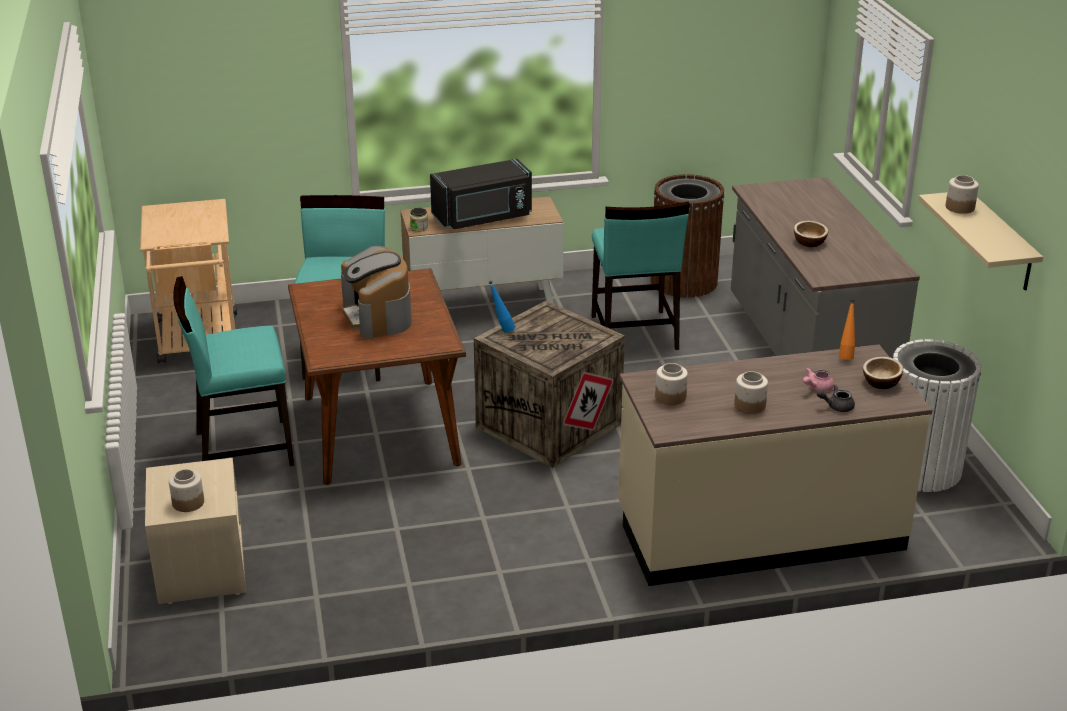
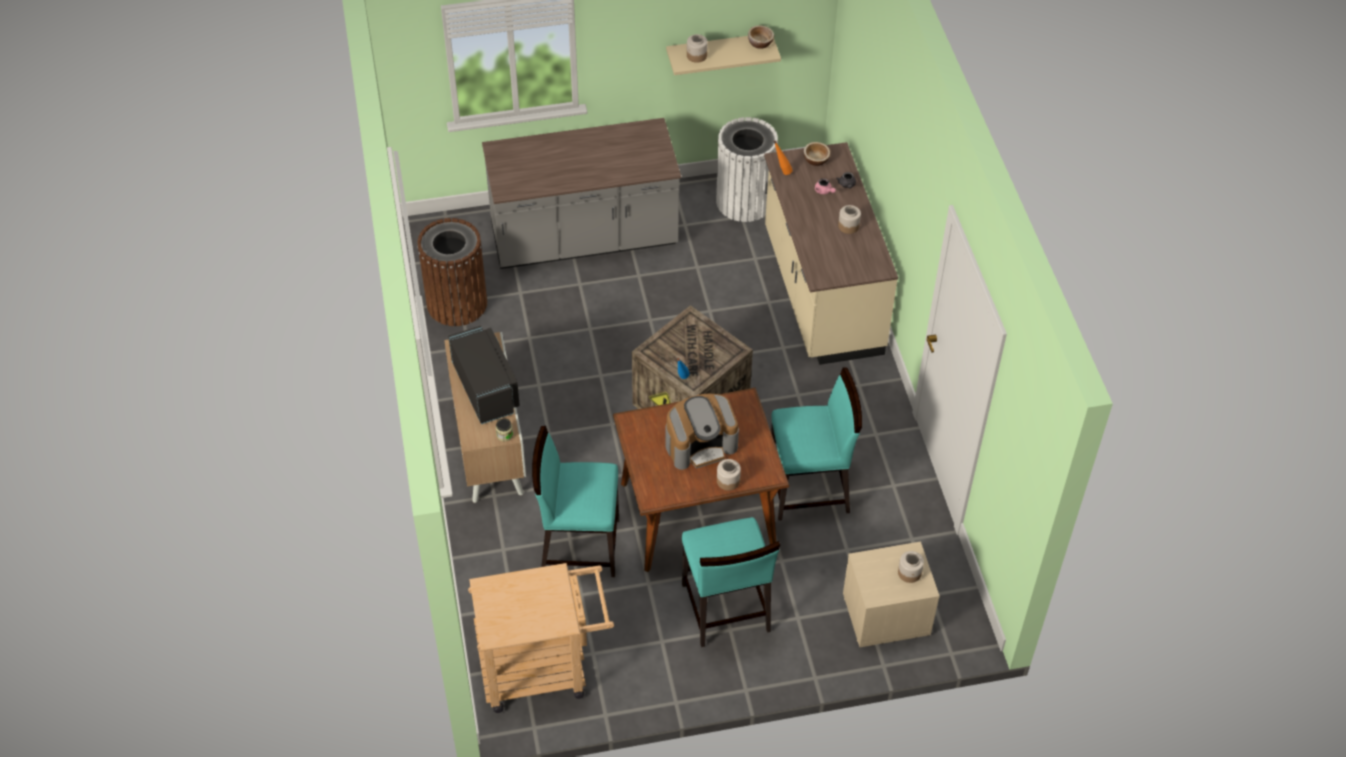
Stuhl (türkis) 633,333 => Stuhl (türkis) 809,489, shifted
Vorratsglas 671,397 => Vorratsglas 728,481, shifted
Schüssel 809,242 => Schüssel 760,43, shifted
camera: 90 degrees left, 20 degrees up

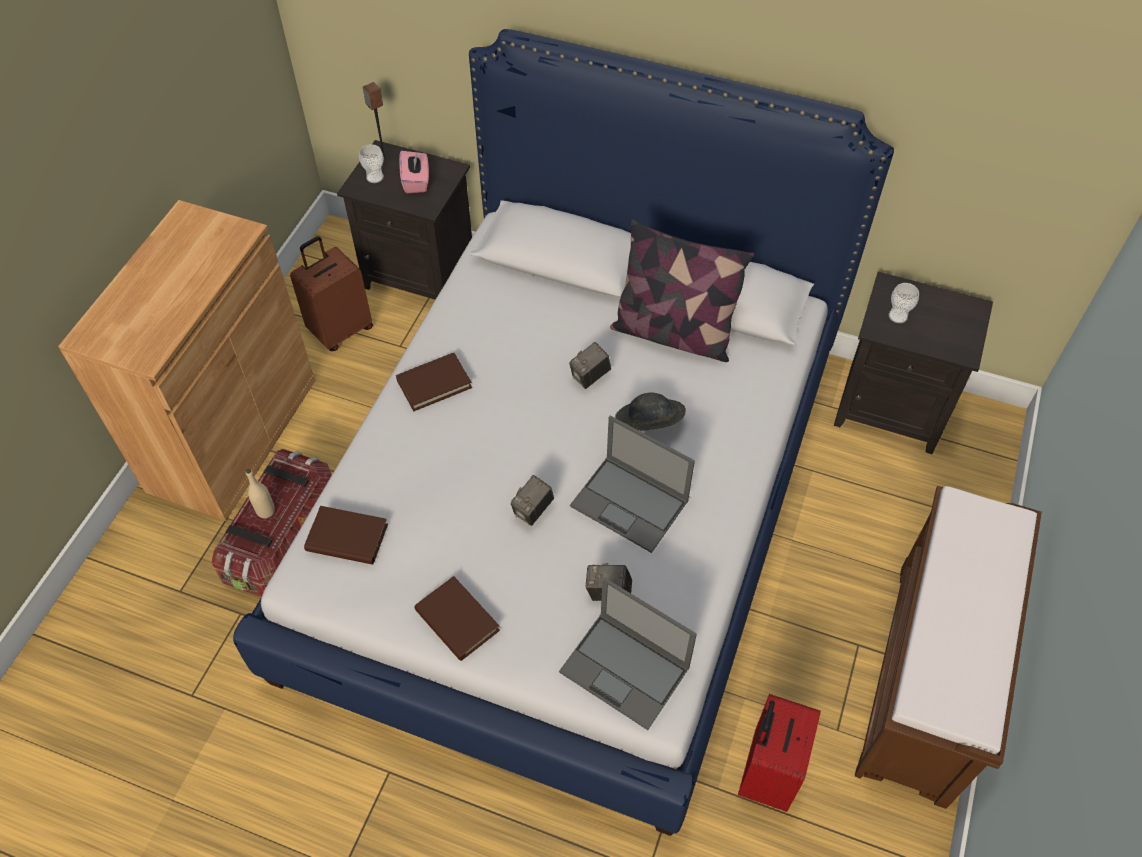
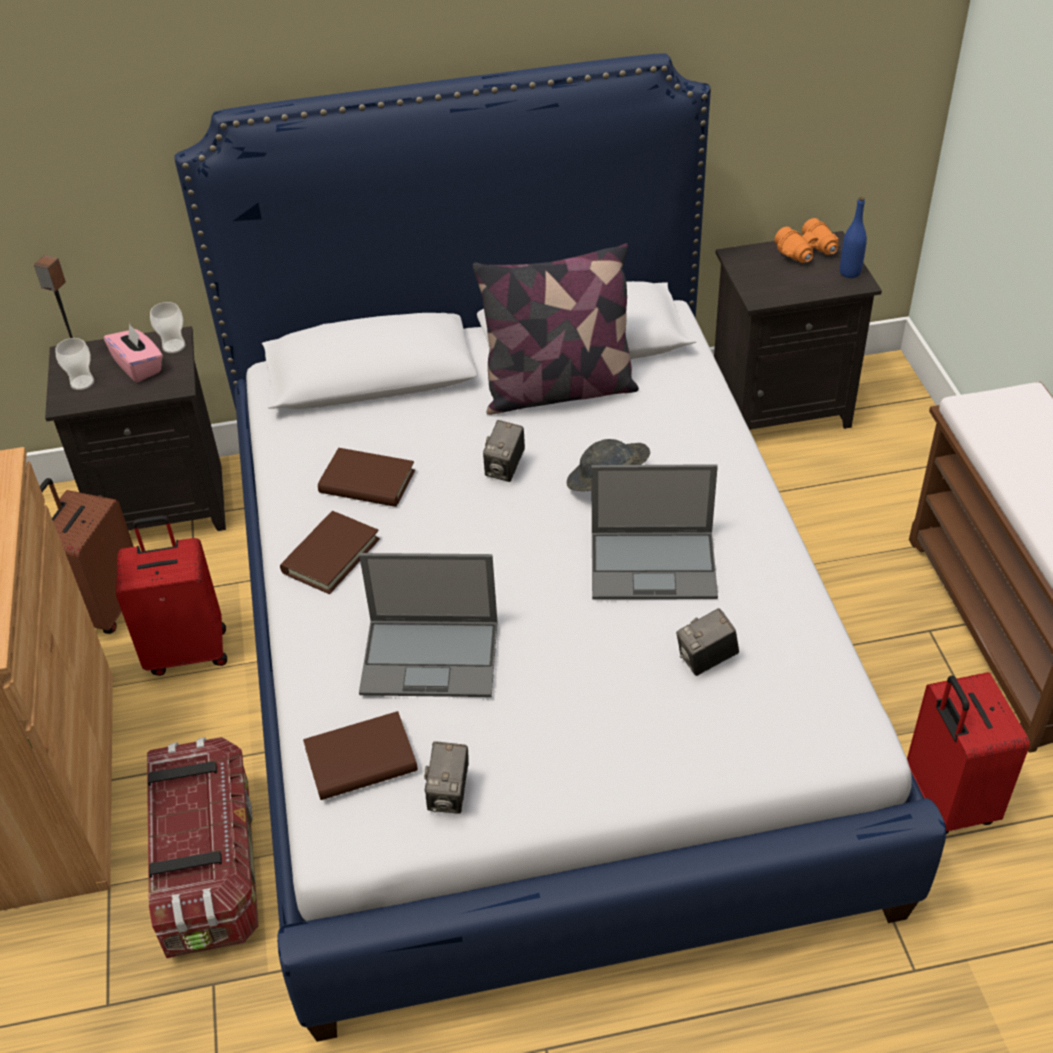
Flasche (beige) 266,511 => nothing
nothing => Koffer (rot) 187,650
nothing => Fernglas (orange) 807,252
nothing => Flasche (blau) 850,272
Buch (braun) 457,620 => Buch (braun) 367,482, shifted
Kamera 533,511 => Kamera 449,794, shifted
Laptop 626,670 => Laptop 432,657, shifted
Tasse 898,316 => Tasse 174,346, shifted
camera: 30 degrees left, 10 degrees down

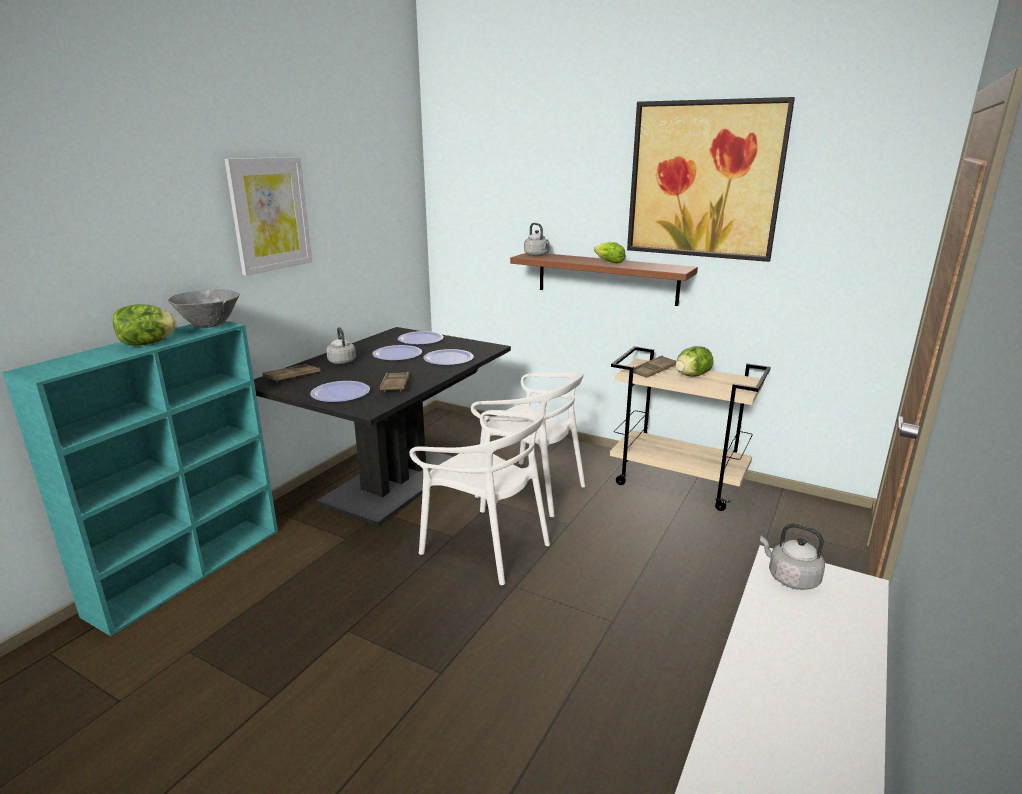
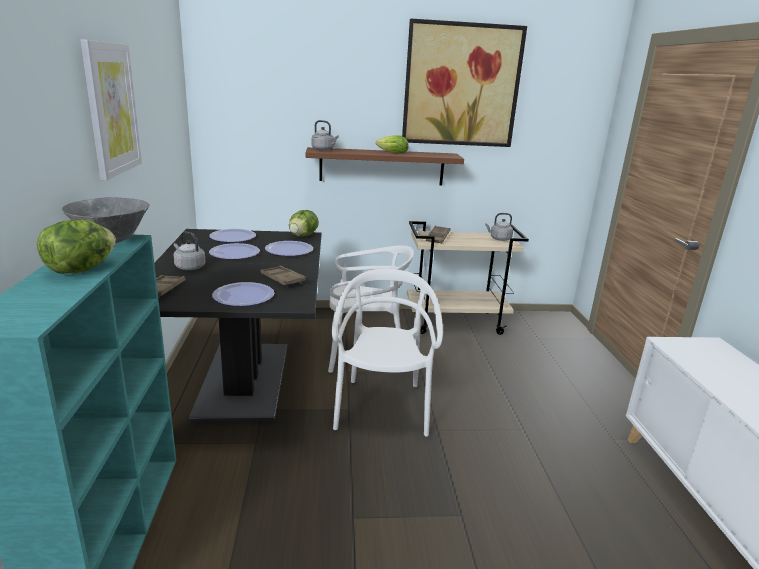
Salatkopf 692,375 => Salatkopf 302,236, shifted
Wasserkessel (grau) 790,578 => Wasserkessel (grau) 499,239, shifted
Stuhl (weiß) 486,546 => Stuhl (weiß) 382,408, 90 degrees counterclockwise
camera: 35 degrees left, 0 degrees up

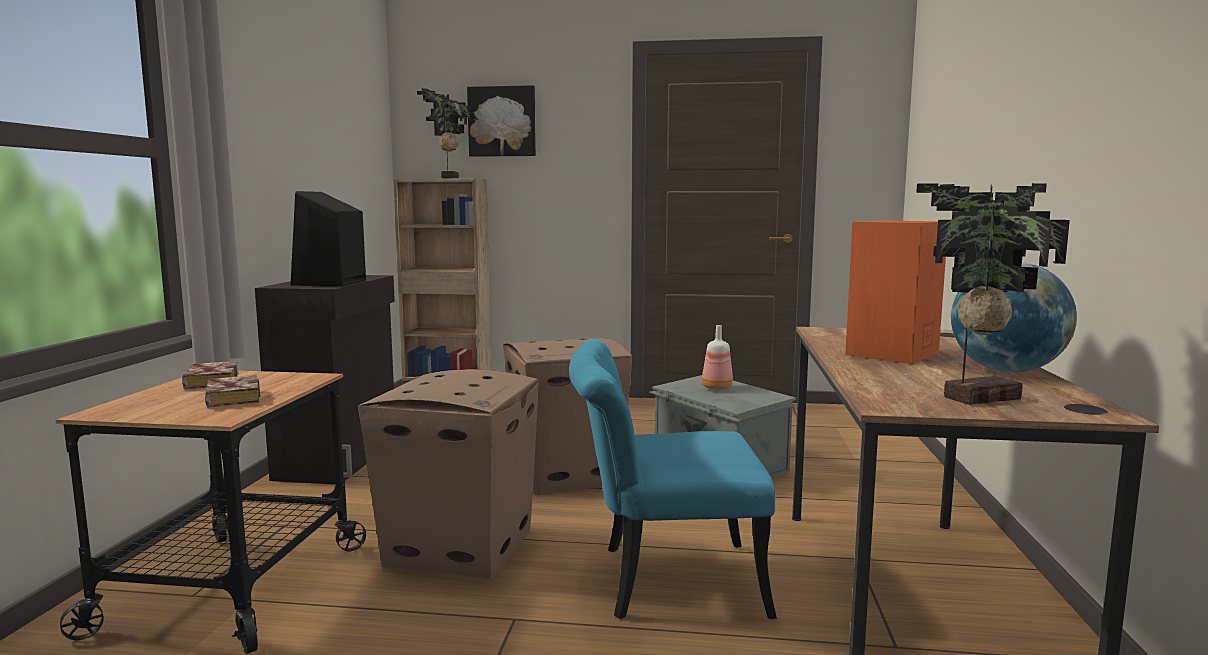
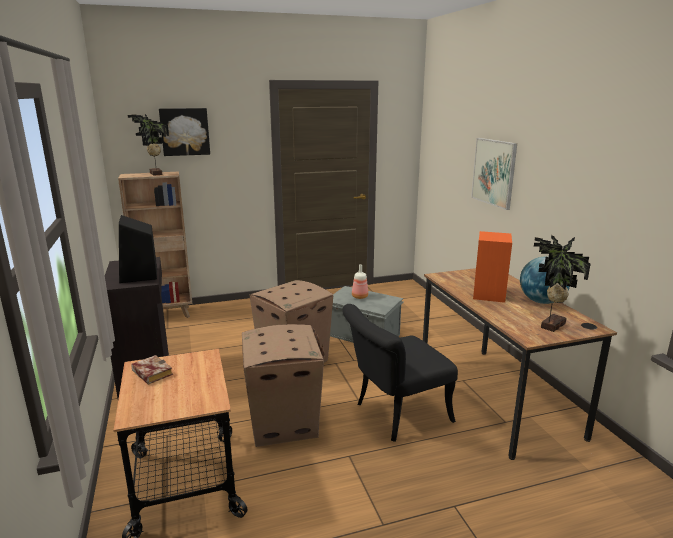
Buch 231,398 => nothing
nothing => Bild 494,172
Stuhl (türkis) 662,580 => Stuhl (schwarz) 394,415
camera: 25 degrees left, 10 degrees up

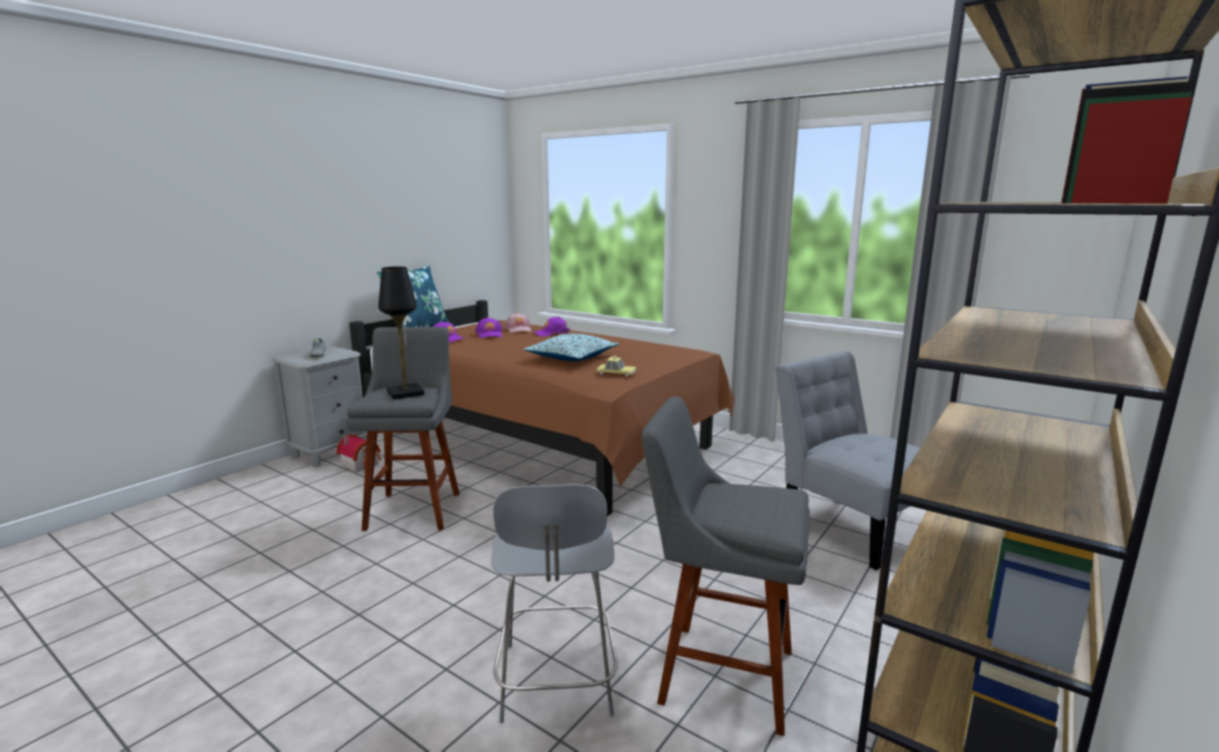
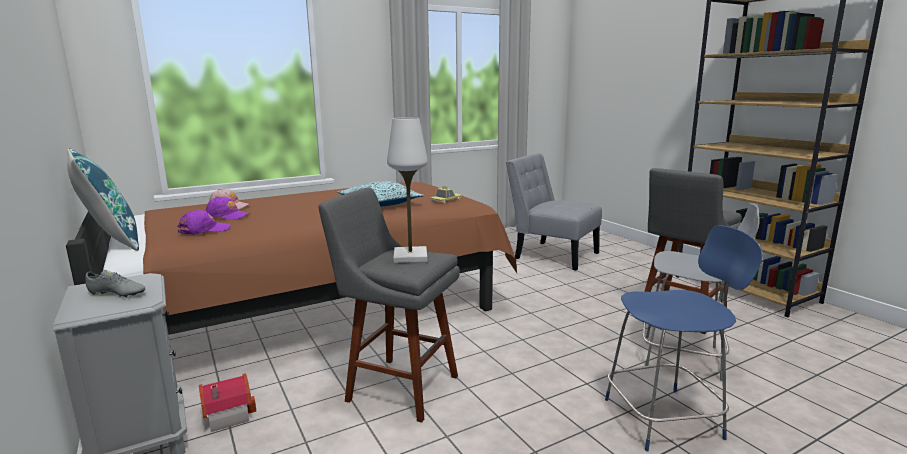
Kappe (lila) 552,333 => nothing
nothing => Stuhl (blau) 666,418
Tischlampe (schwarz) 405,393 => Tischlampe (weiß) 410,257
Stuhl (grau) 849,525 => Stuhl (grau) 552,255, 45 degrees clockwise
camera: 65 degrees left, 0 degrees up

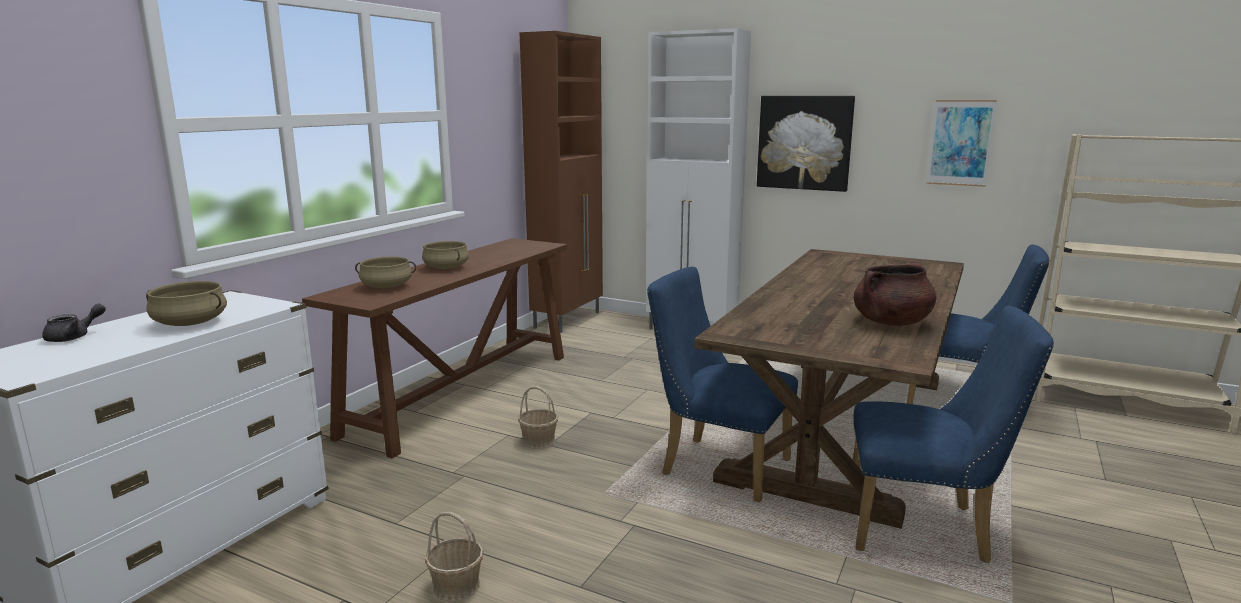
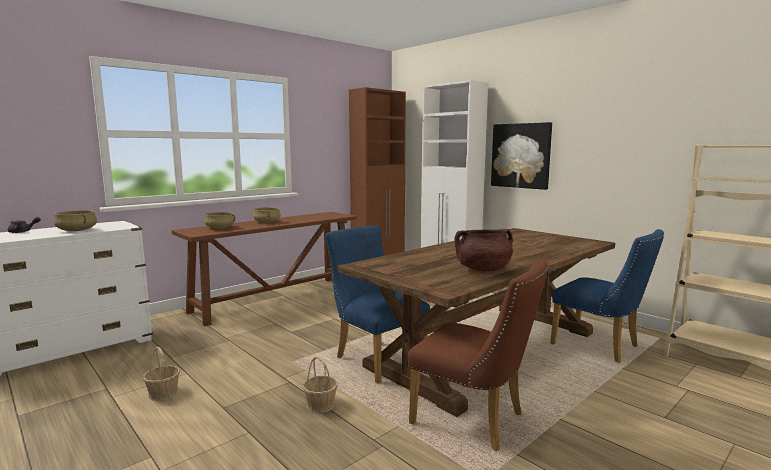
Bild 960,143 => nothing
Korb 539,441 => Korb 320,405, shifted
Stuhl (blau) 927,529 => Stuhl (braun) 475,421
camera: 20 degrees right, 5 degrees down

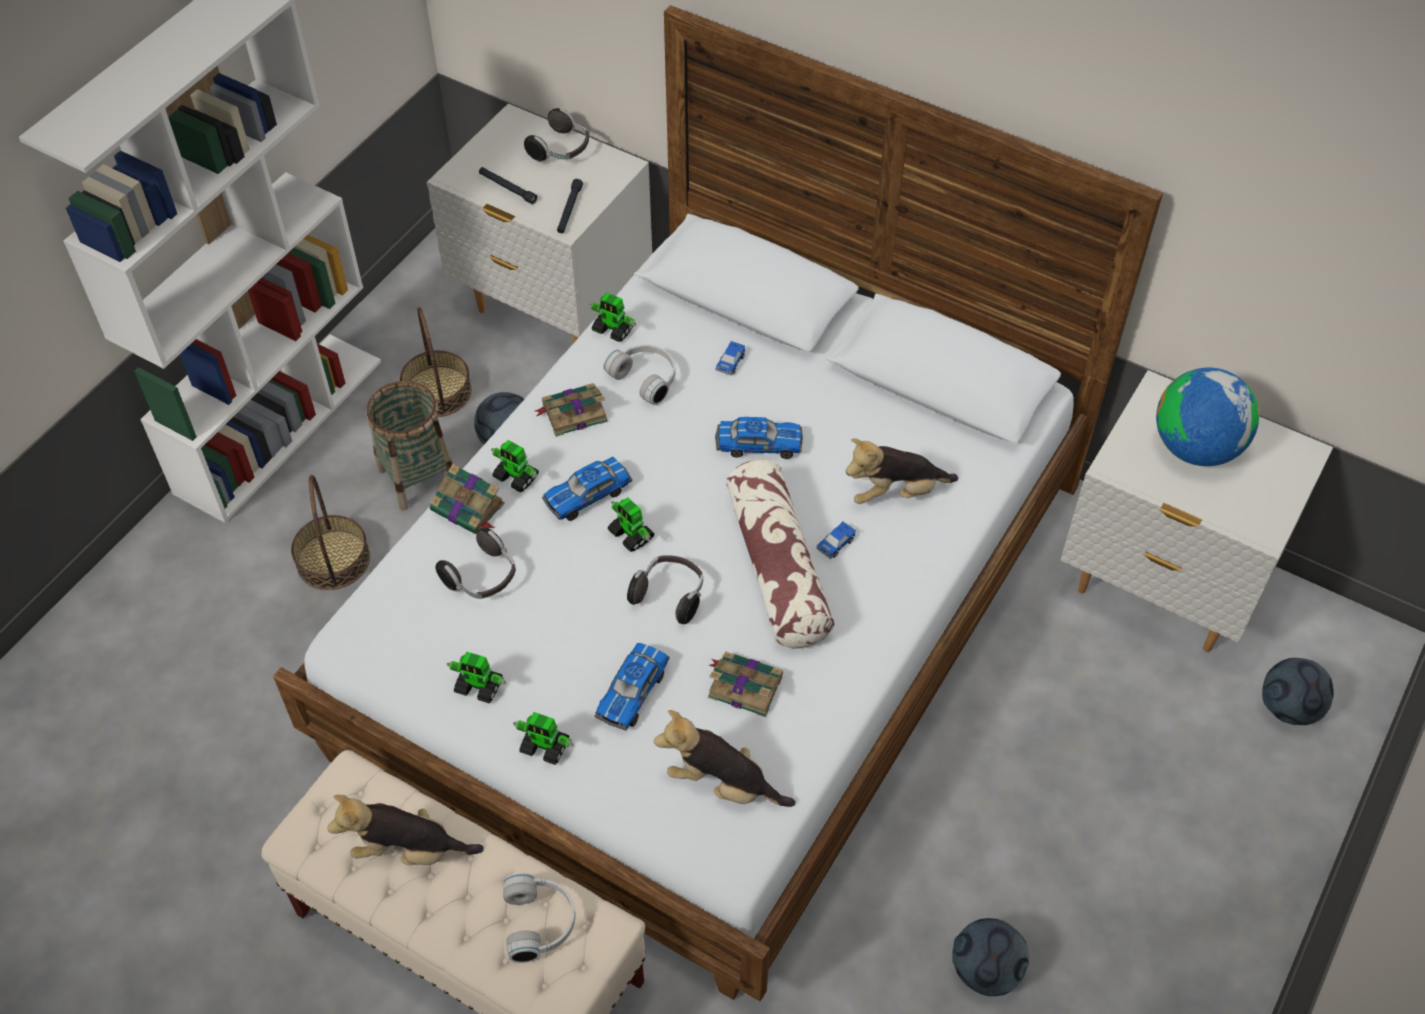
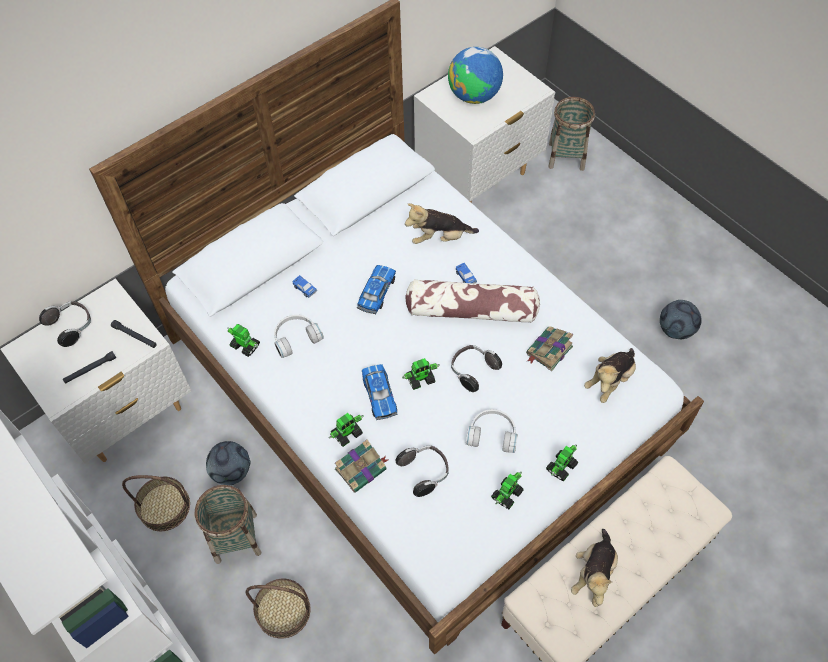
Buch 573,413 => nothing
Spielzeugauto 633,691 => nothing
Kopfhörer (weiß) 541,922 => Kopfhörer (weiß) 492,433, shifted
Fußball 1288,708 => Korb 566,156
Spielzeugroboter 613,330 => Spielzeugroboter 245,345, 105 degrees counterclockwise
Plüschtier 895,492 => Plüschtier 439,238, 75 degrees clockwise
camera: 70 degrees left, 5 degrees up

